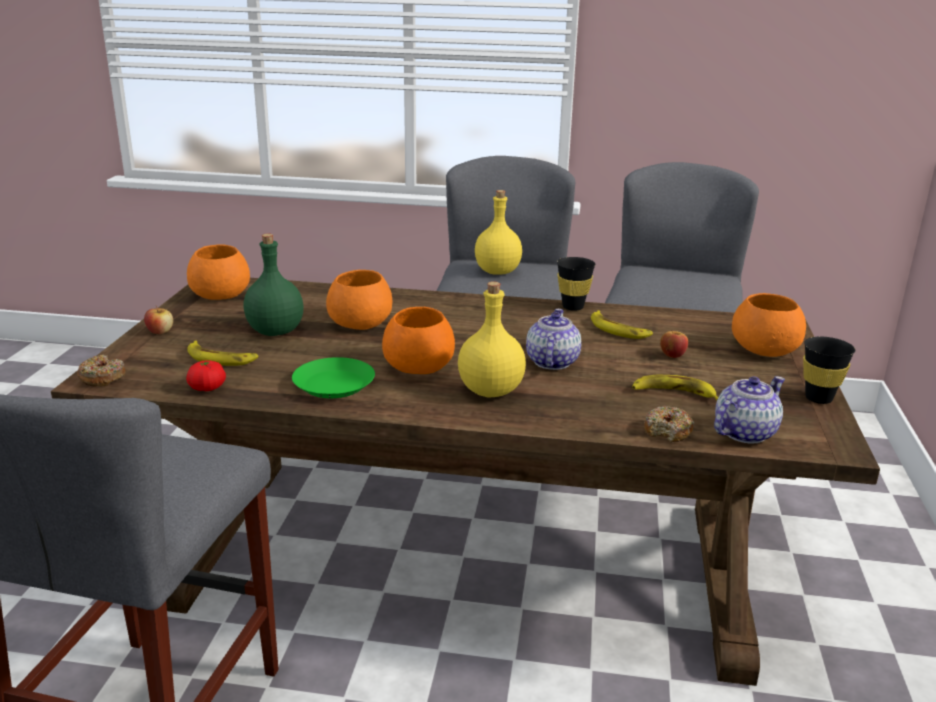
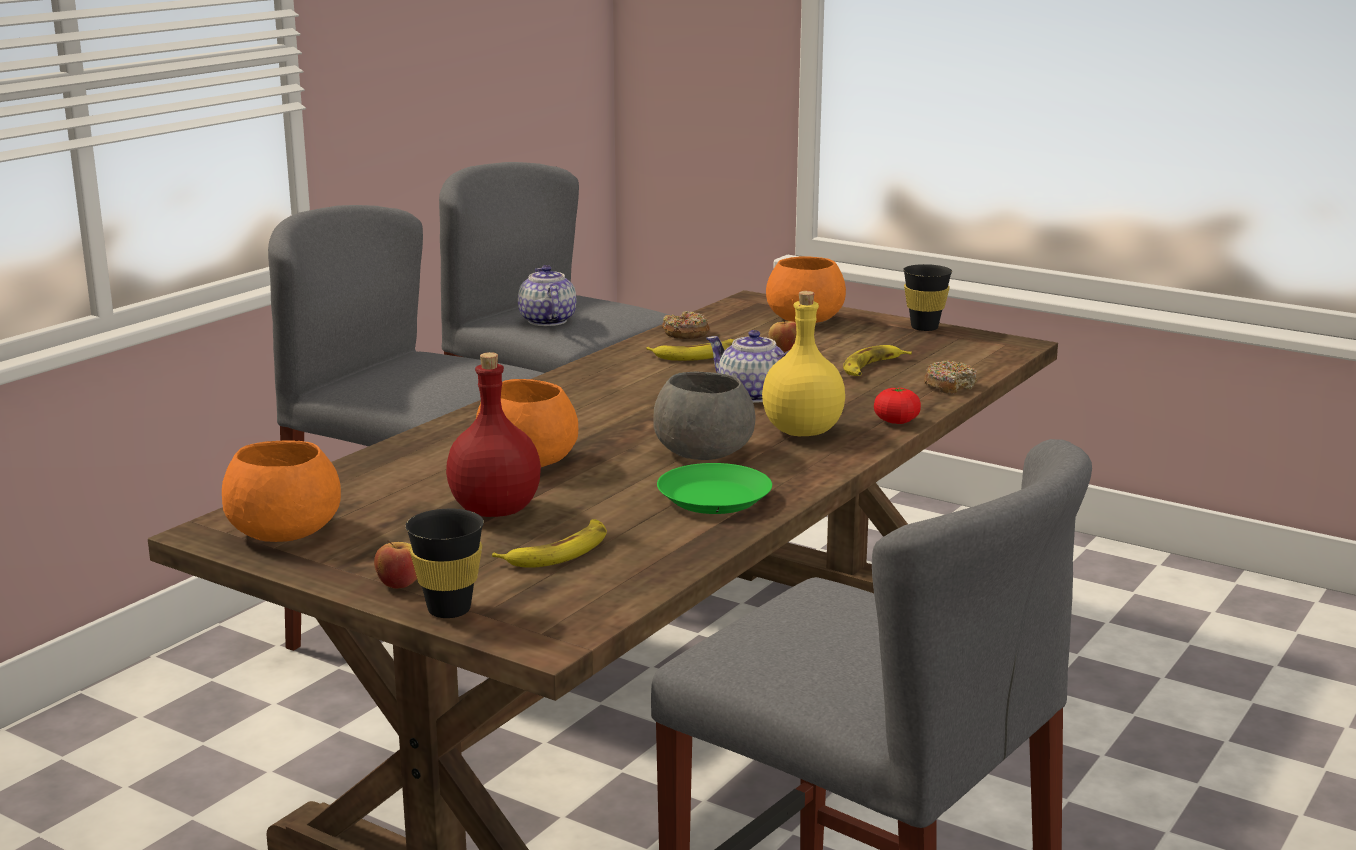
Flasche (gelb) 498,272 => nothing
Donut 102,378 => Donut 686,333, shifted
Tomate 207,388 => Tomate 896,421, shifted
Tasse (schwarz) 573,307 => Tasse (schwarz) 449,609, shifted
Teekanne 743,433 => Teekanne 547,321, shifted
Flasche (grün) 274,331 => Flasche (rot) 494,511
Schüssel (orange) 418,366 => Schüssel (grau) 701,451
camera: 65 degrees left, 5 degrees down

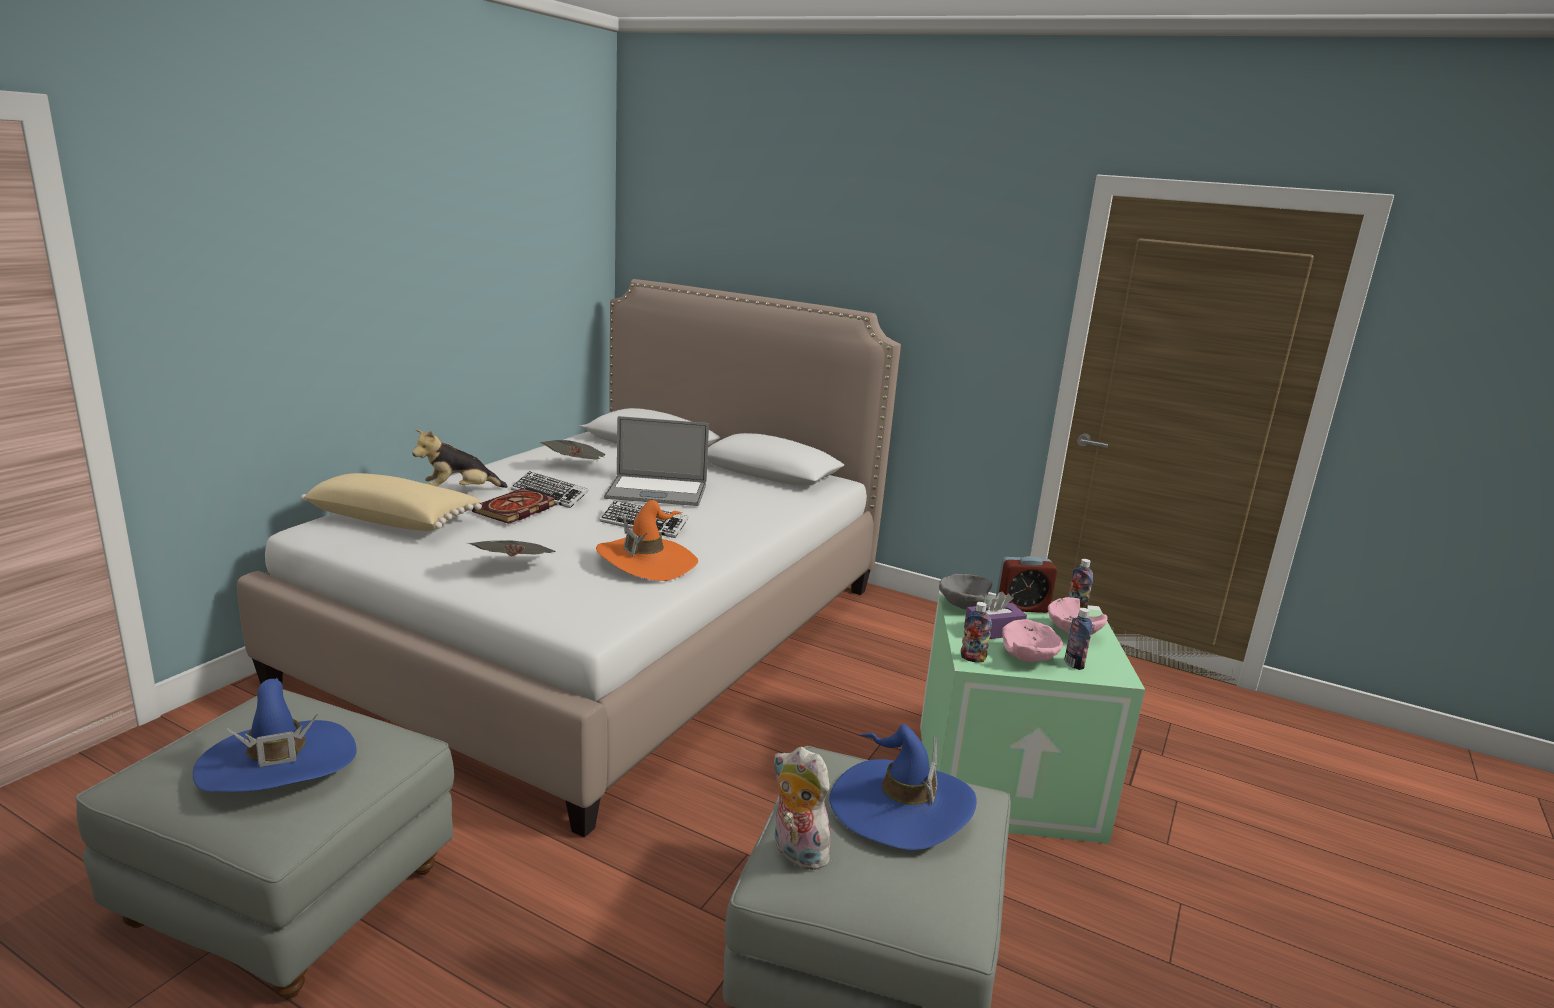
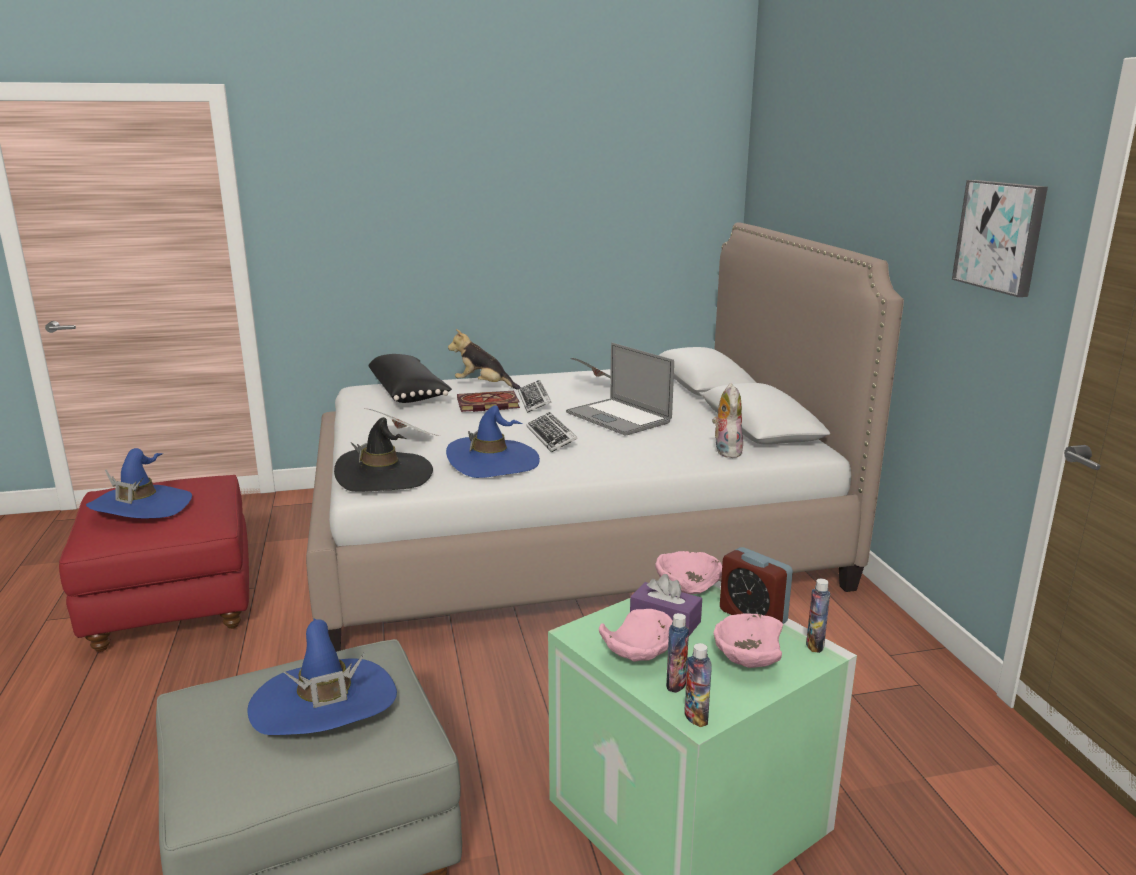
nothing => Hut (schwarz) 384,475
nothing => Bild 1001,236
Plüschtier 796,853 => Plüschtier 725,451, shifted
Flasche 972,658 => Flasche 696,717, shifted
Polsterhocker (grau) 291,897 => Polsterhocker (rot) 173,606
Kissen (beige) 394,520 => Kissen (schwarz) 409,393
Hut (orange) 647,562 => Hut (blau) 493,461
Schüssel (grau) 961,606 => Schüssel (rosa) 687,589
camera: 50 degrees right, 0 degrees up

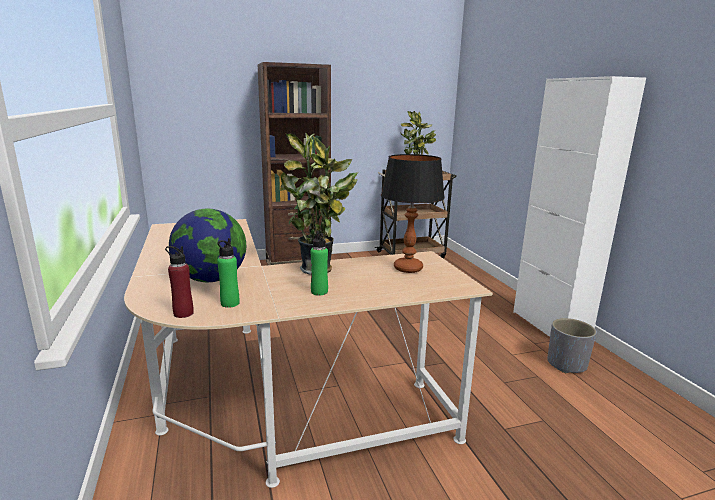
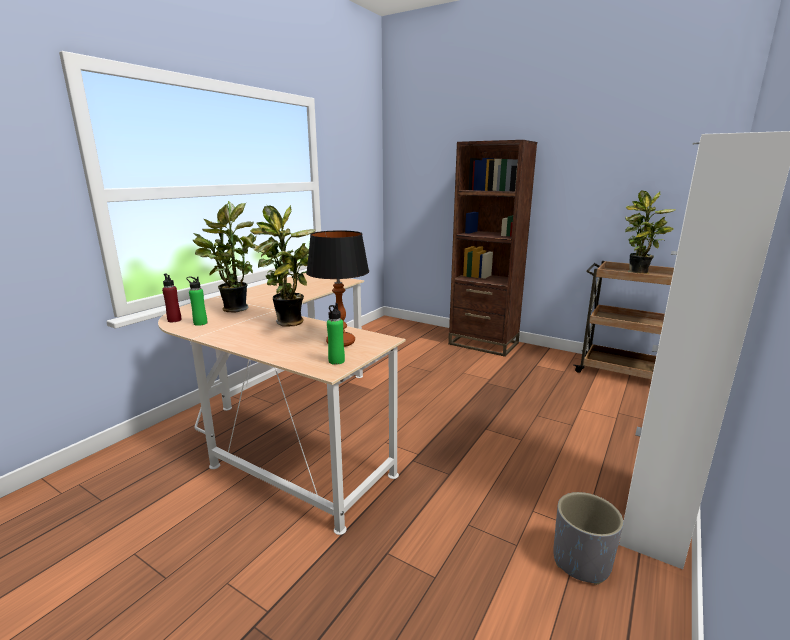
Flasche (grün) 319,292 => Flasche (grün) 336,361, shifted
Globus 211,279 => Topfpflanze 233,309
camera: 50 degrees right, 0 degrees up

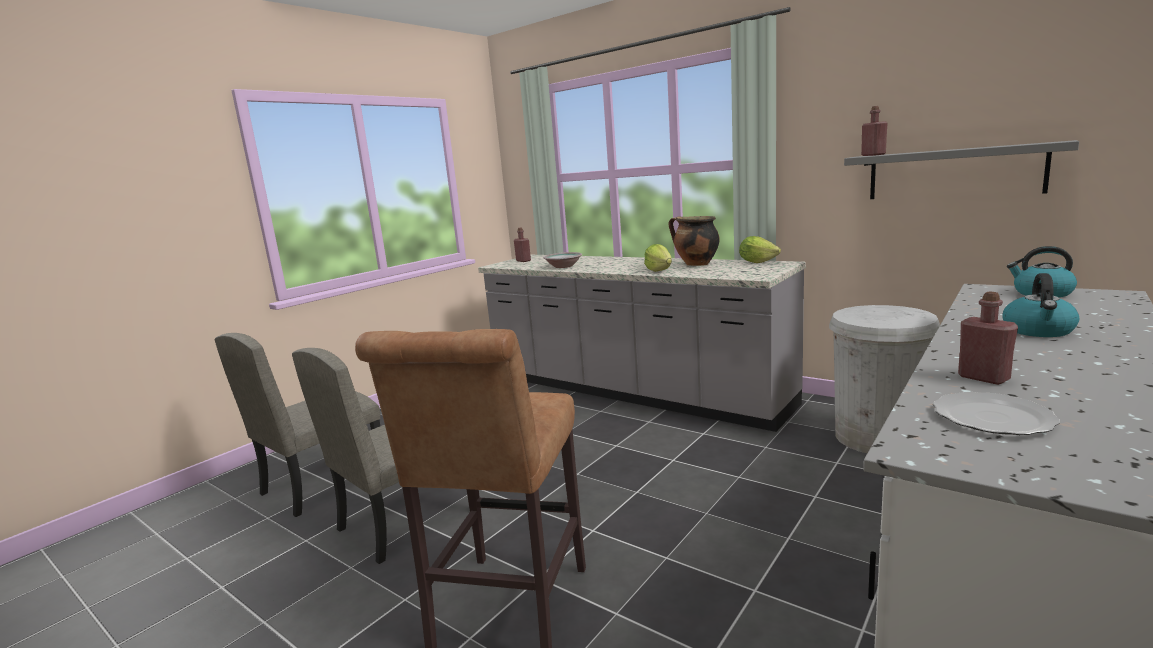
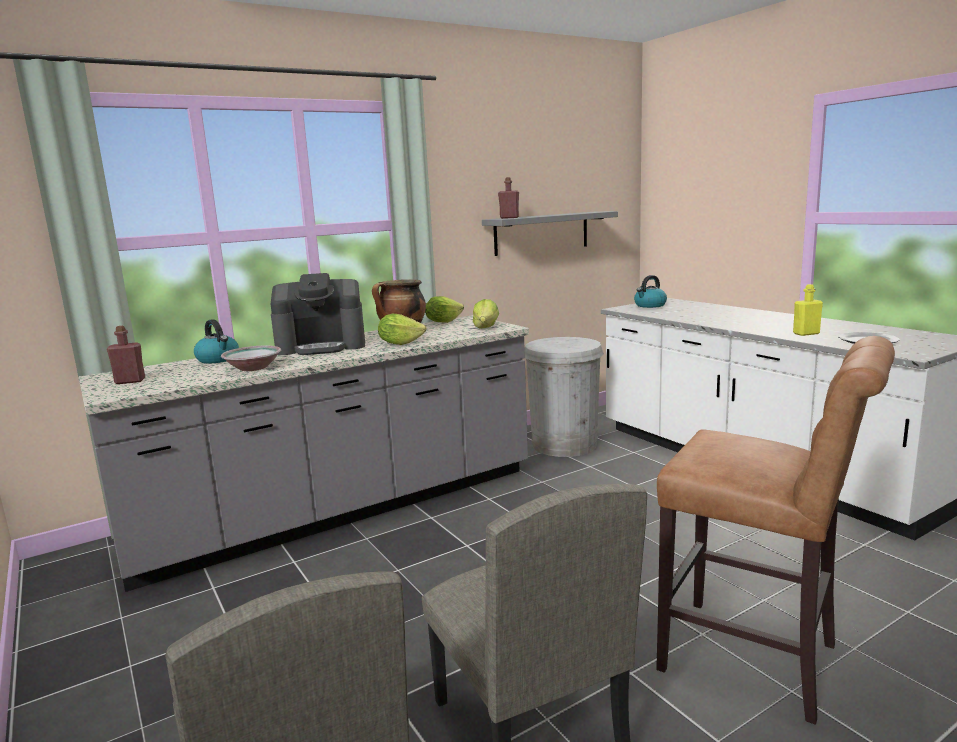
nothing => Kaffeemaschine 322,346
nothing => Salatkopf 486,328
Wasserkessel 1038,331 => Wasserkessel 218,359, shifted
Flasche (rot) 983,378 => Flasche (gelb) 806,333
camera: 70 degrees left, 0 degrees up

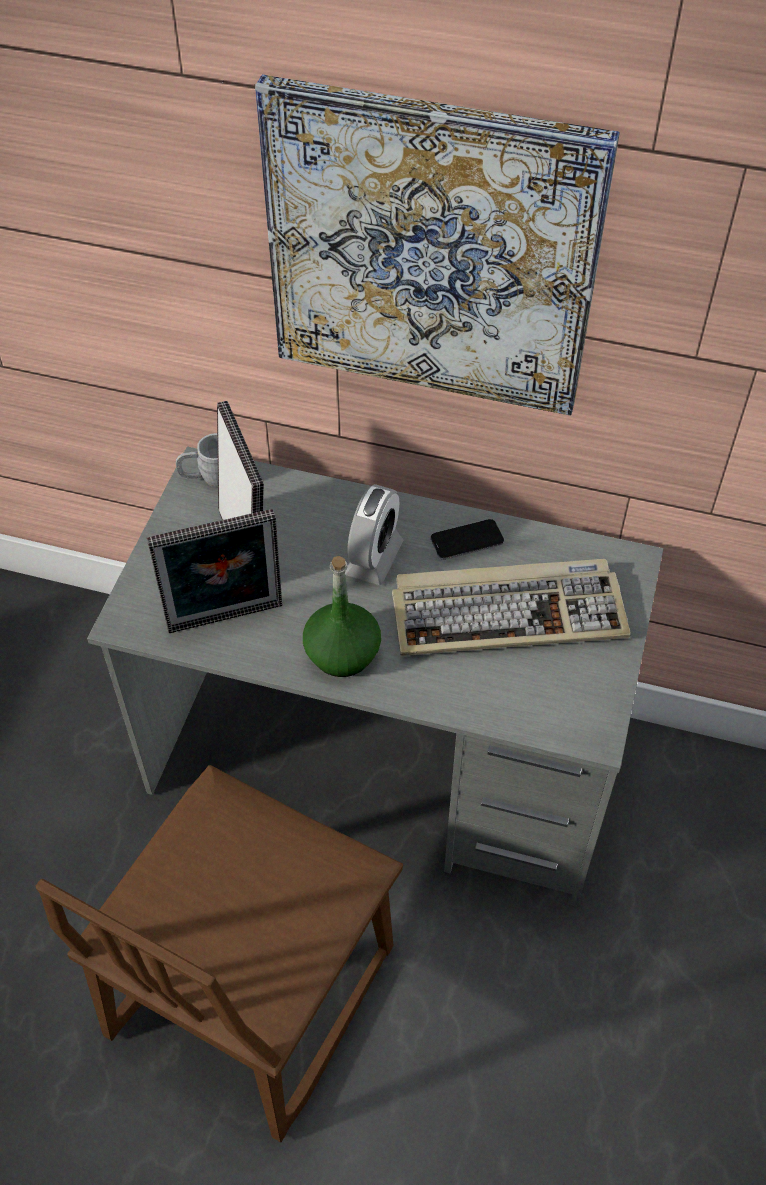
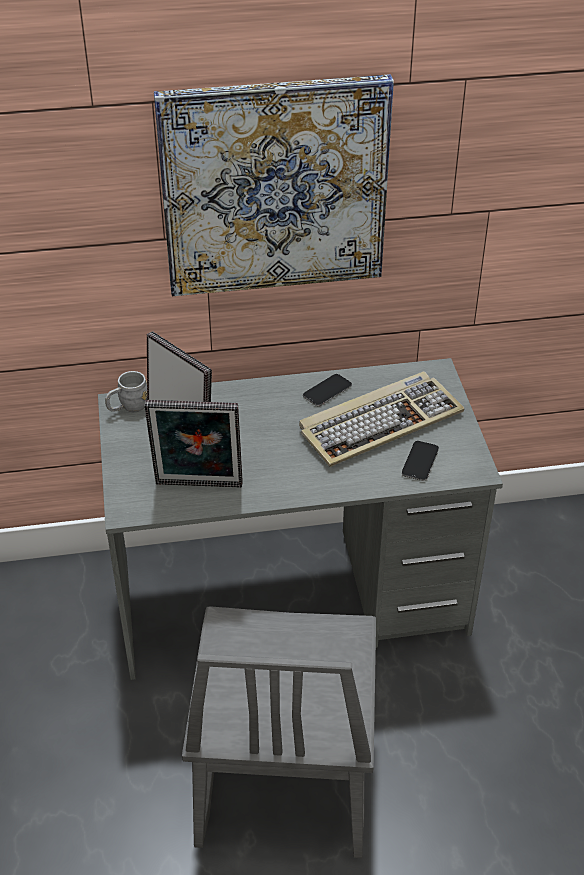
Flasche (grün) 343,653 => nothing
Wecker 374,558 => nothing
nothing => Handy 420,462
Stuhl (braun) 249,990 => Stuhl (grau) 281,775
Bilderrahmen 226,621 => Bilderrahmen 198,487, 45 degrees clockwise
camera: 25 degrees left, 10 degrees down

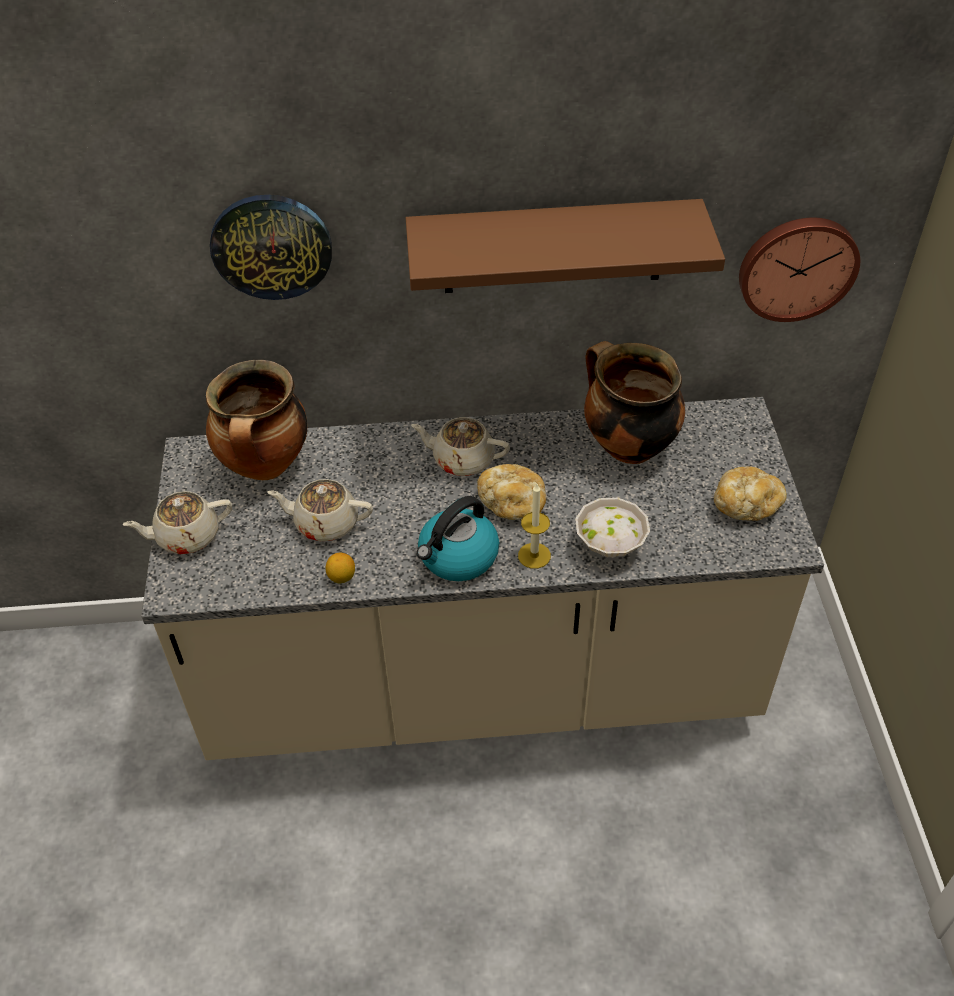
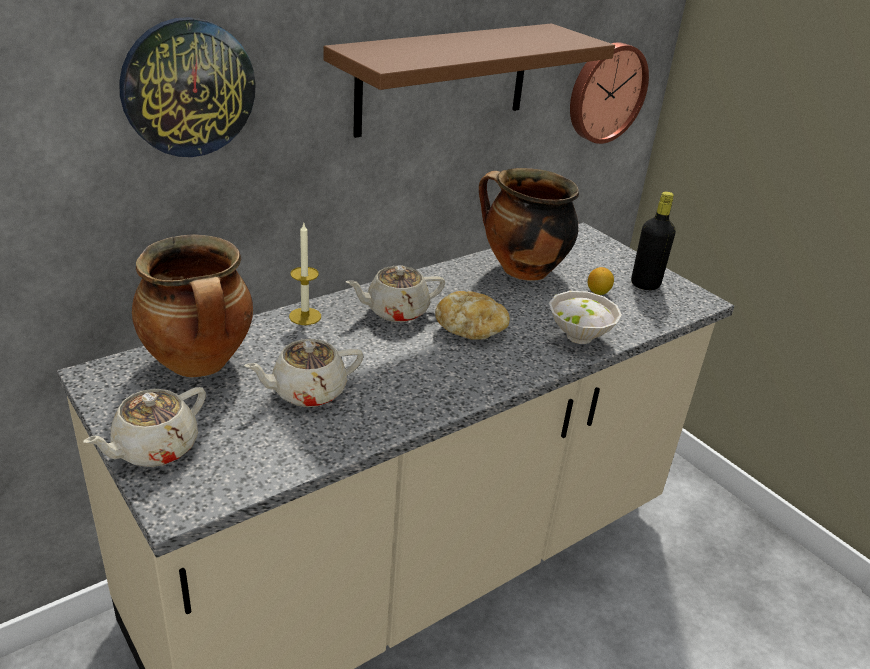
Wasserkessel 458,557 => nothing
Zitrone 342,577 => Zitrone 598,292, shifted
Kerze 534,555 => Kerze 305,316, shifted
Brot 746,505 => Flasche (schwarz) 645,284
camera: 35 degrees left, 15 degrees down

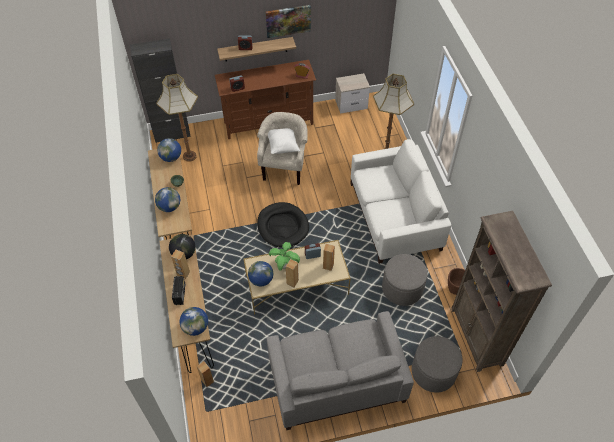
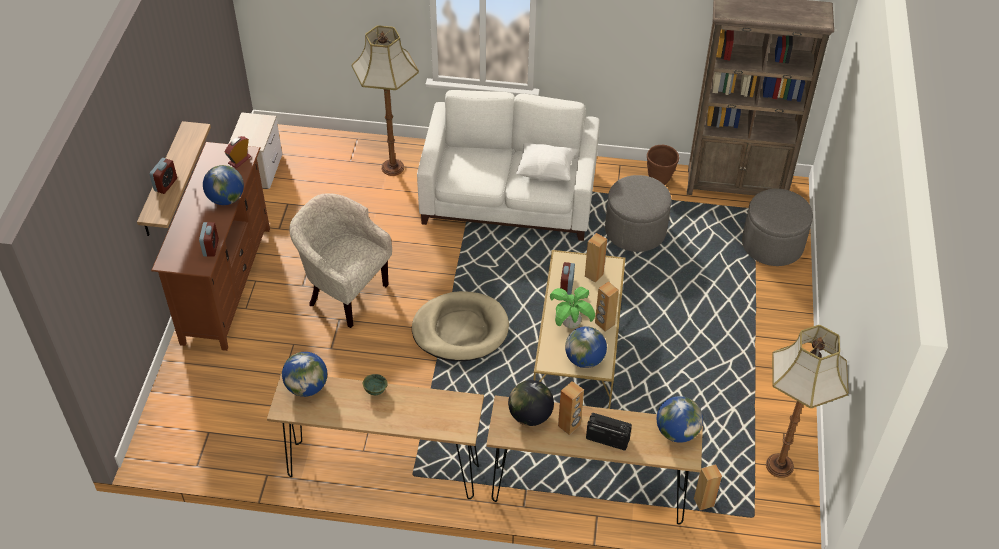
Schrank (schwarz) 172,134 => nothing
Bild 288,20 => nothing
Sofa (grau) 336,379 => nothing
Globus 169,207 => Globus 226,199, shifted
Stehlampe 189,156 => Stehlampe 780,466, shifted
Kissen (weiß) 283,146 => Kissen (weiß) 546,172, shifted
Hundebett (schwarz) 283,226 => Hundebett (beige) 460,329
camera: 70 degrees left, 5 degrees down

